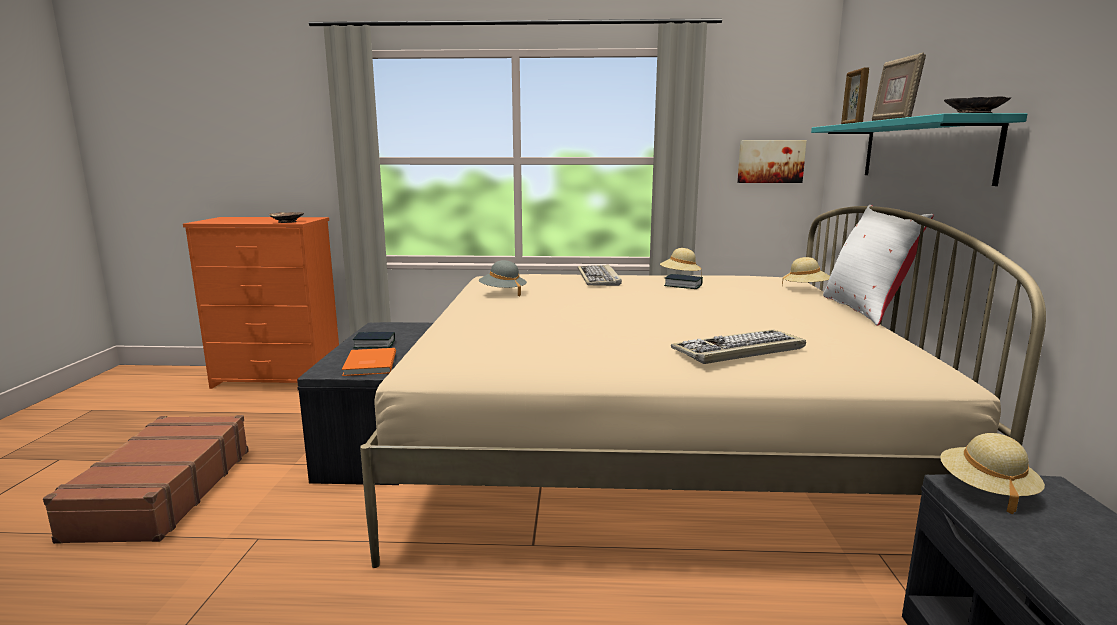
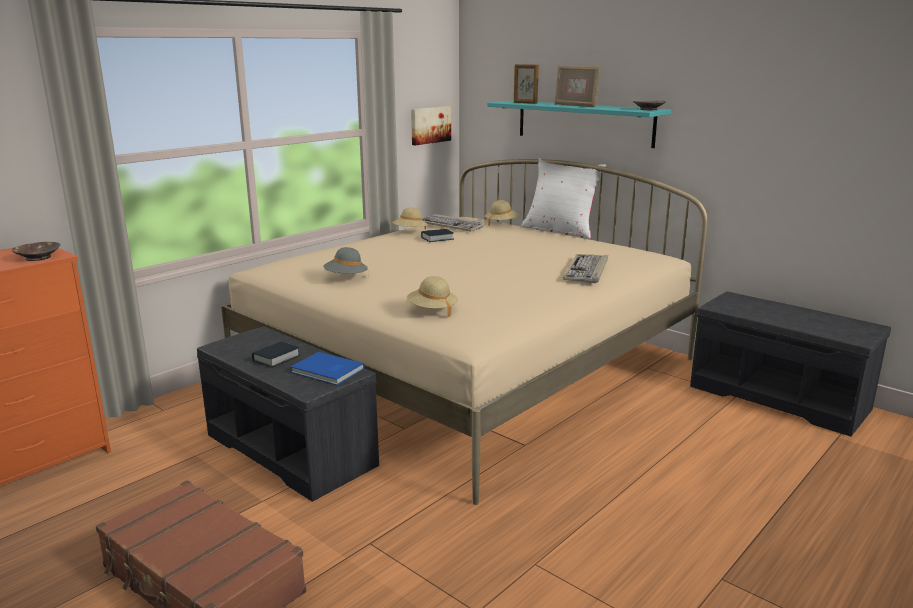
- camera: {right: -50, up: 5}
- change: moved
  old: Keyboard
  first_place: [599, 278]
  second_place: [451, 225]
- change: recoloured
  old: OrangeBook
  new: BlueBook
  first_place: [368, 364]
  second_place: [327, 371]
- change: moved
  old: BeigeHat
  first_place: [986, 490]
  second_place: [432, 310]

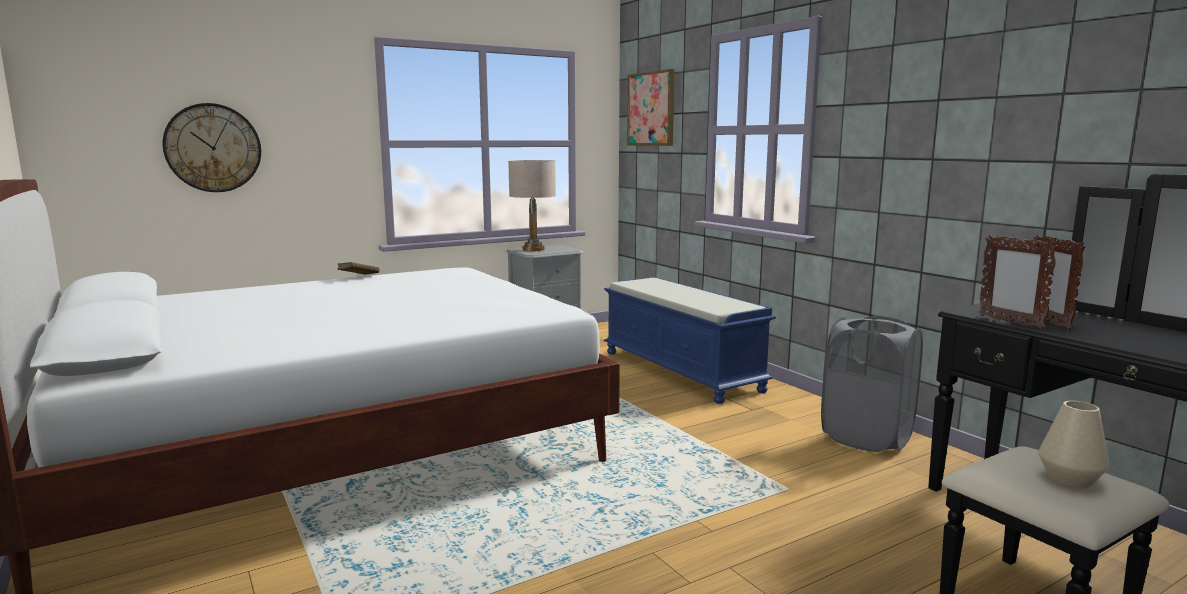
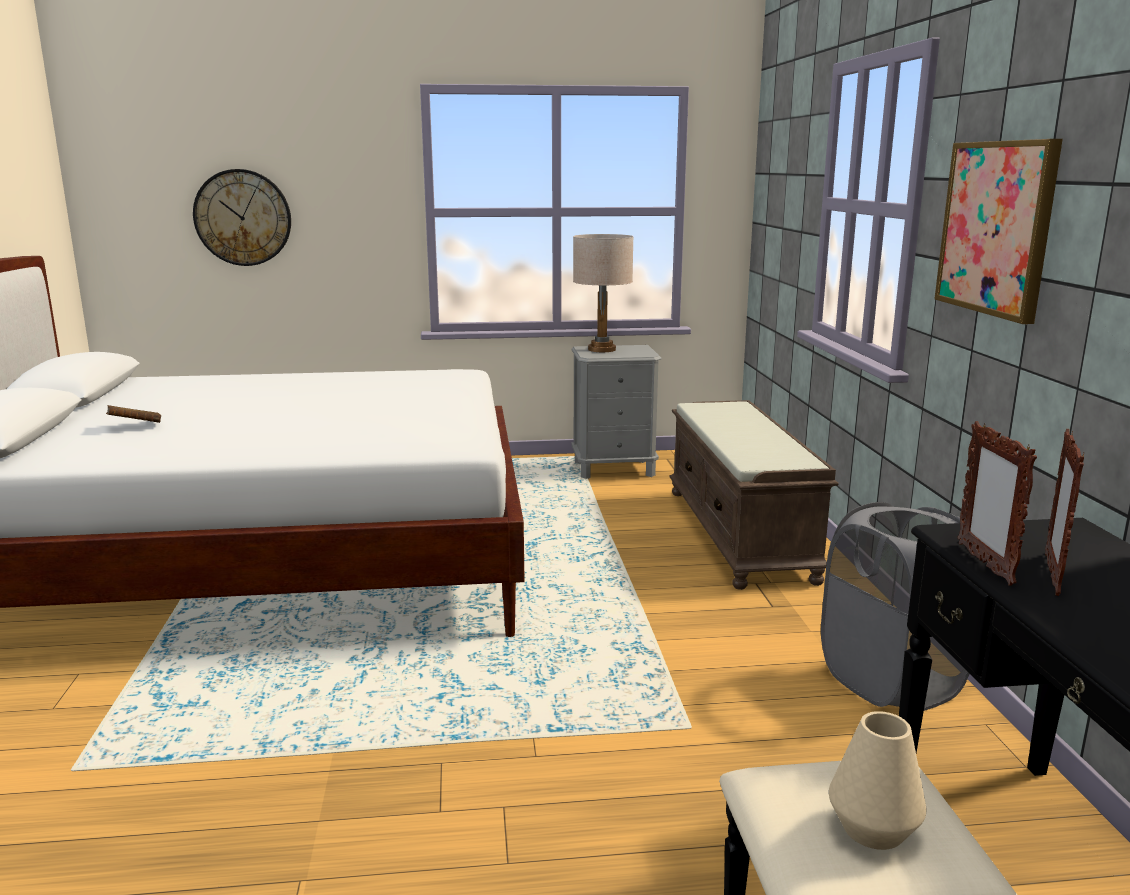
- camera: {right: 25, up: 5}
- change: moved
  old: Picture
  first_place: [651, 109]
  second_place: [997, 228]
- change: moved
  old: BrownBook
  first_place: [358, 277]
  second_place: [135, 427]
- change: recoloured
  old: BlueBench
  new: BrownBench
  first_place: [682, 371]
  second_place: [741, 534]

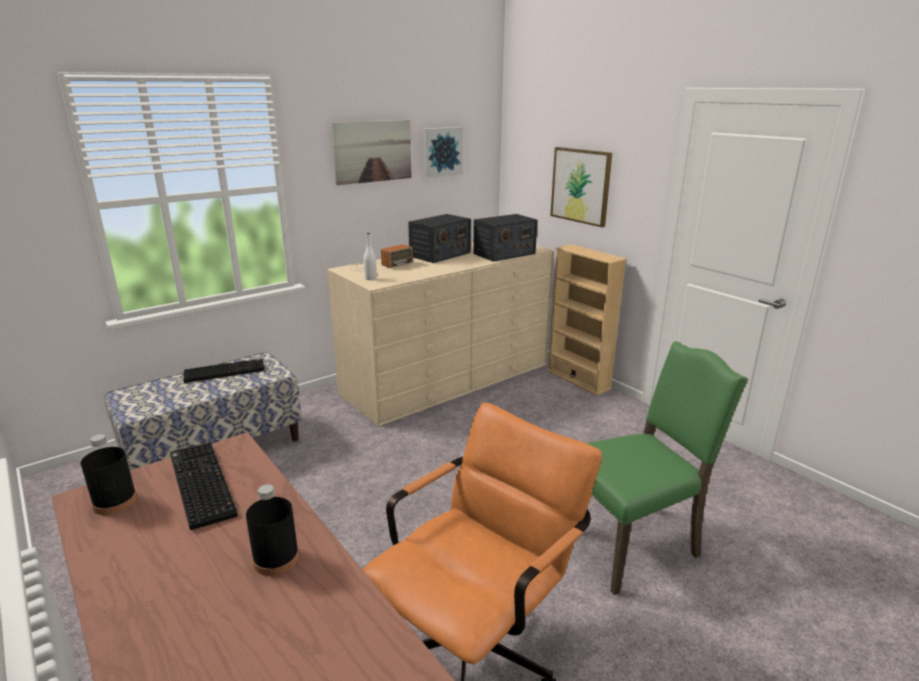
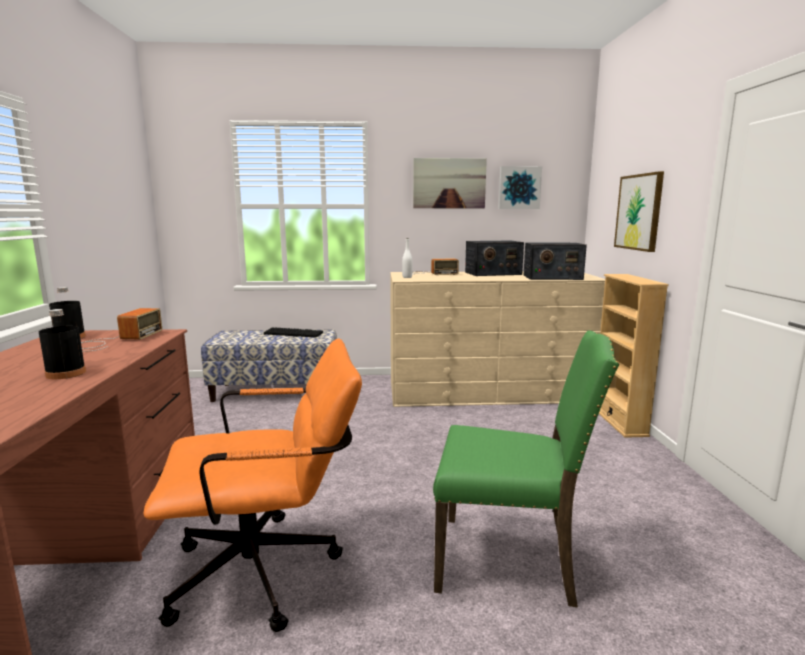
- camera: {right: 35, up: -10}
- change: replaced
  old: Keyboard
  new: Radio
  first_place: [199, 484]
  second_place: [114, 340]

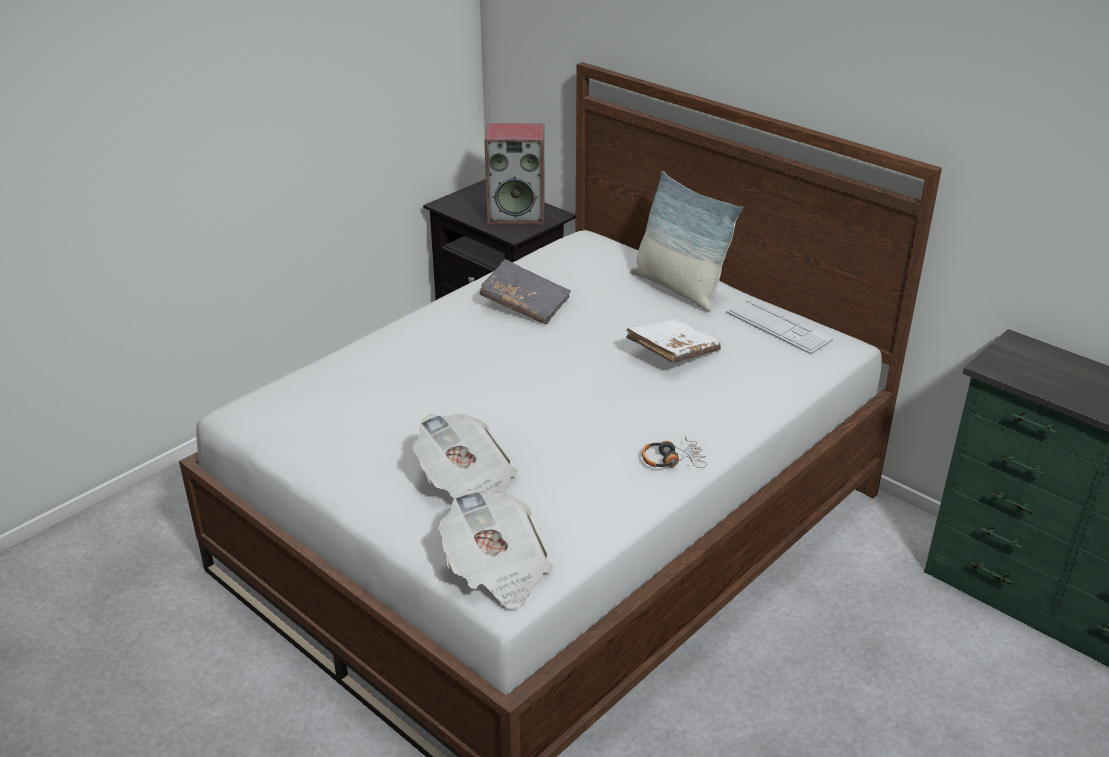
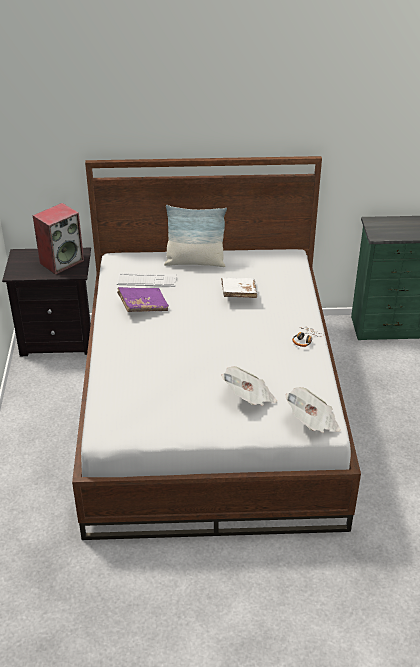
- camera: {right: -45, up: 5}
- change: recoloured
  old: GreyBook
  new: PurpleBook
  first_place: [525, 304]
  second_place: [143, 306]
- change: moved
  old: Keyboard
  first_place: [778, 327]
  second_place: [146, 280]

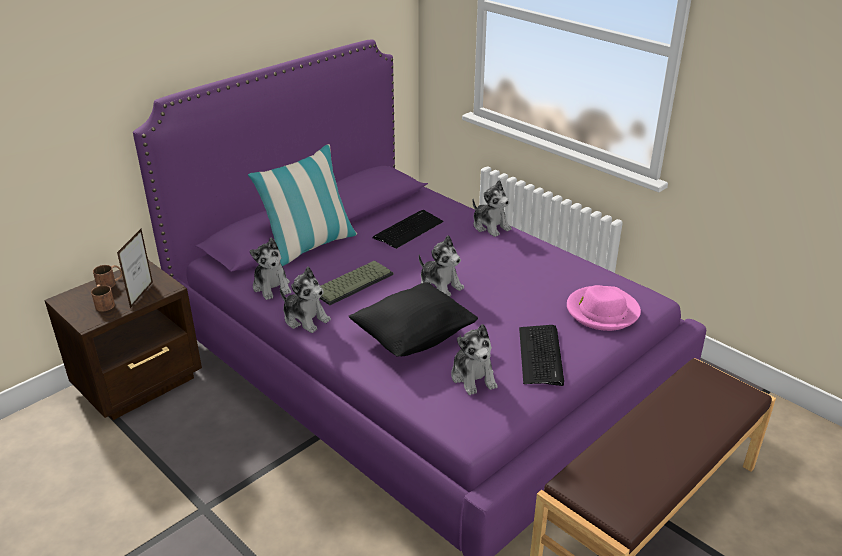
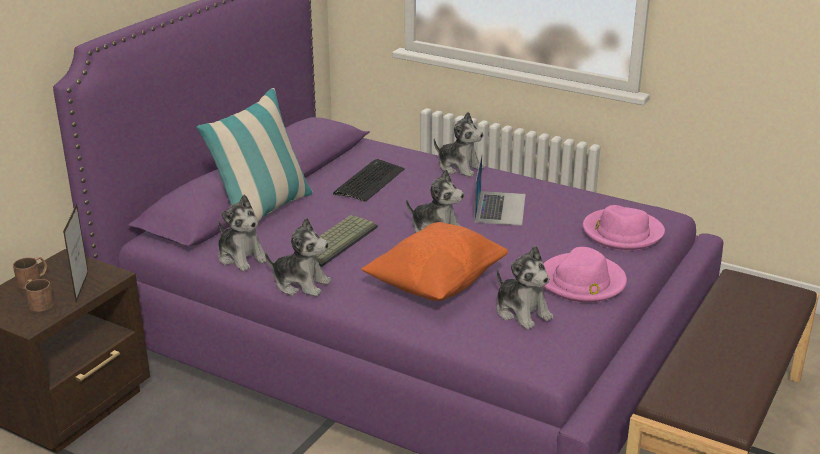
- camera: {right: -15, up: -5}
- change: recoloured
  old: BlackPillow
  new: OrangePillow
  first_place: [414, 338]
  second_place: [436, 285]
- change: replaced
  old: Keyboard
  new: PinkHat
  first_place: [541, 355]
  second_place: [581, 282]
- change: added
  new: Laptop
  second_place: [500, 207]

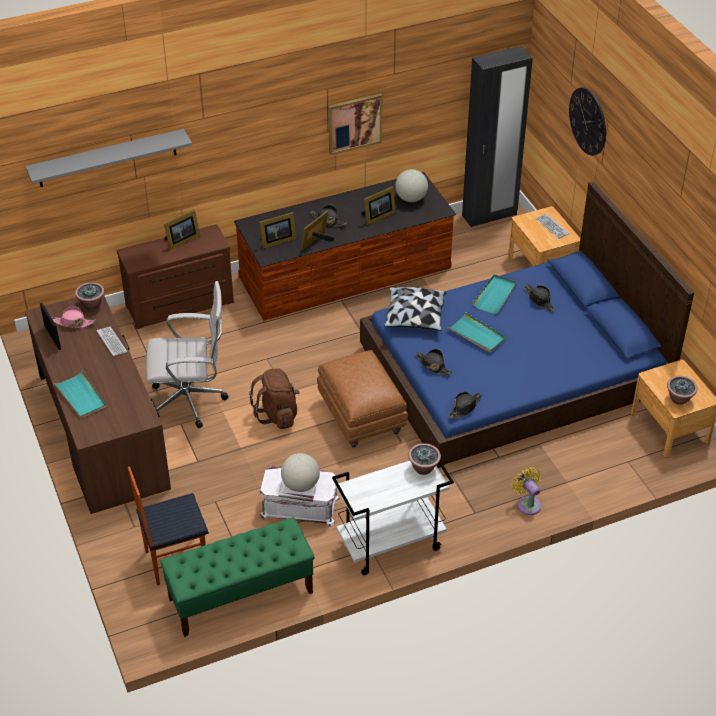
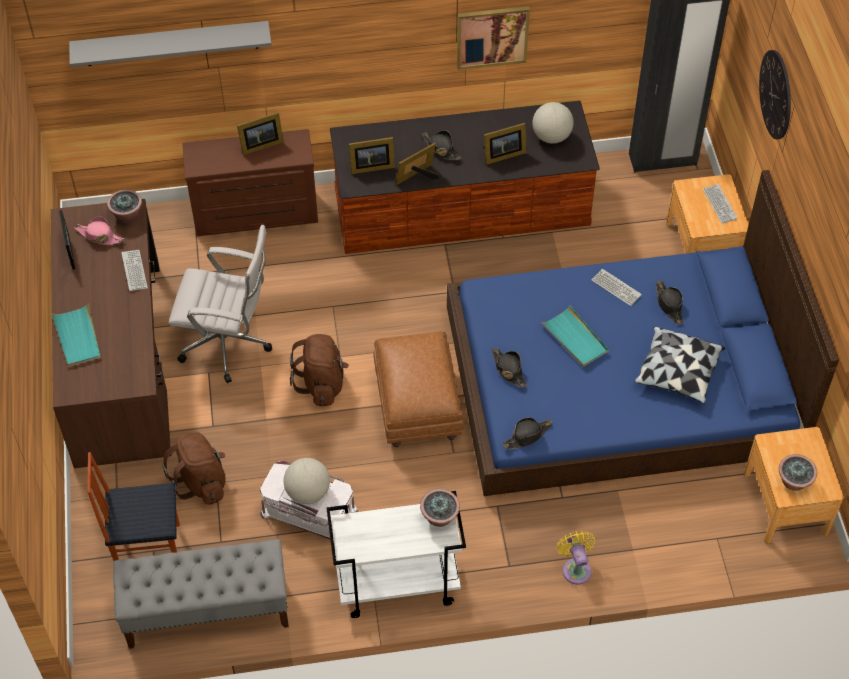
- camera: {right: 15, up: 10}
- change: replaced
  old: TurquoiseTray
  new: Keyboard
  first_place: [495, 295]
  second_place: [616, 288]
- change: moved
  old: Pillow
  first_place: [415, 317]
  second_place: [678, 373]
- change: recoloured
  old: GreenBench
  new: GreyBench
  first_place: [240, 596]
  second_place: [206, 611]
- change: added
  new: BrownBackpack
  second_place: [201, 482]

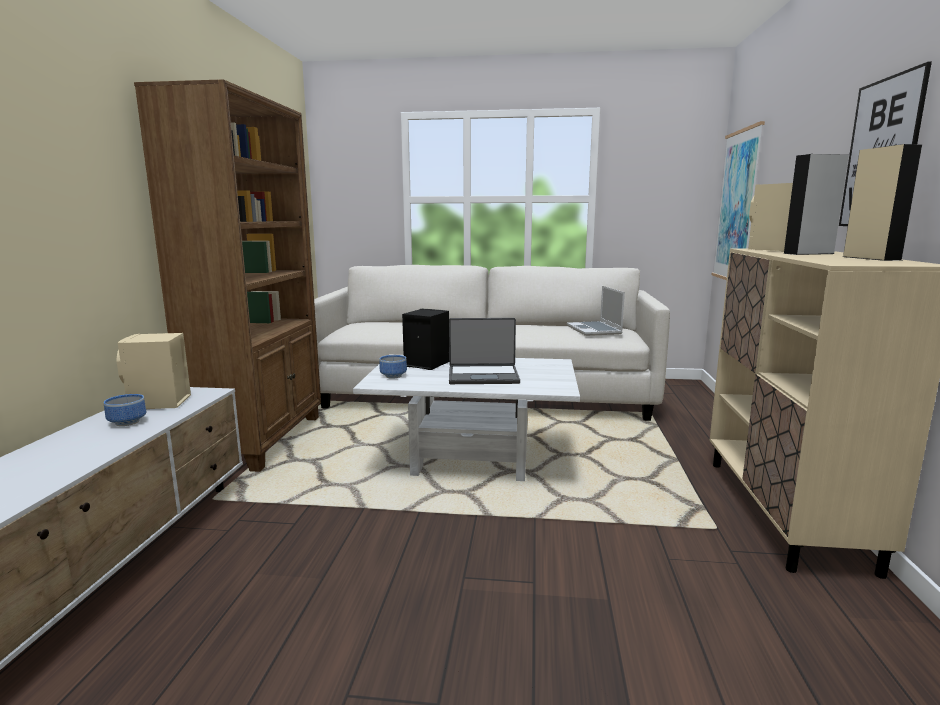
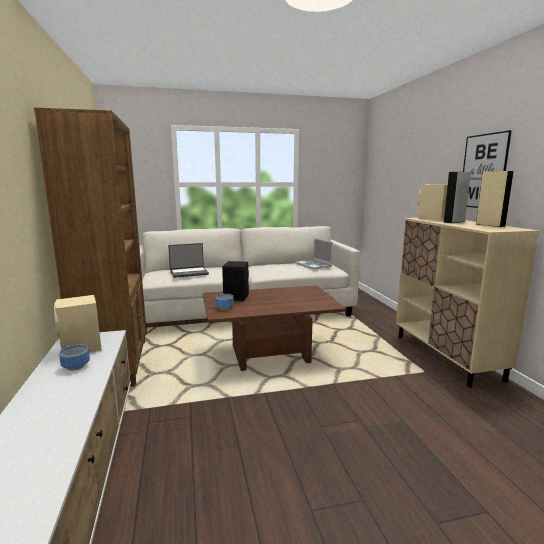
- camera: {right: -20, up: 0}
- change: removed
  old: Picture
  first_place: [737, 206]
- change: moved
  old: Laptop
  first_place: [483, 376]
  second_place: [189, 273]
- change: recoloured
  old: WhiteCoffeeTable
  new: BrownCoffeeTable
  first_place: [472, 459]
  second_place: [270, 354]

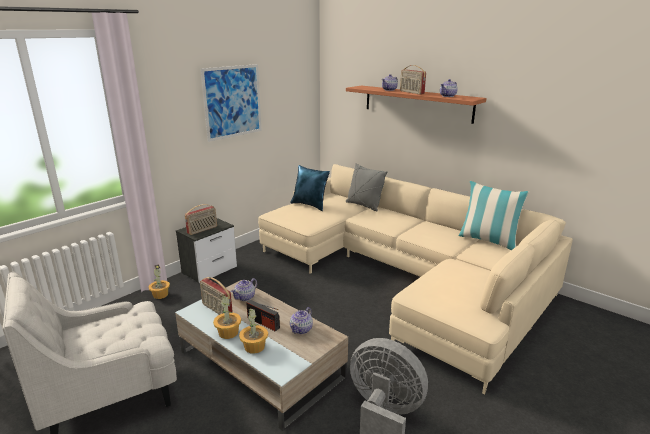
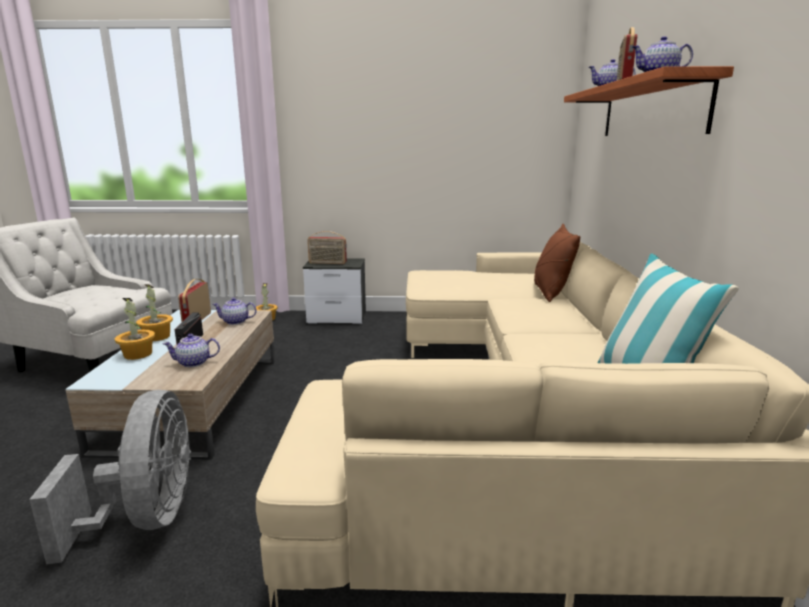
- camera: {right: 50, up: -5}
- change: removed
  old: Picture
  first_place: [232, 102]
- change: recoloured
  old: GreyPillow
  new: BrownPillow
  first_place: [364, 205]
  second_place: [550, 293]
- change: removed
  old: BluePillow
  first_place: [310, 205]

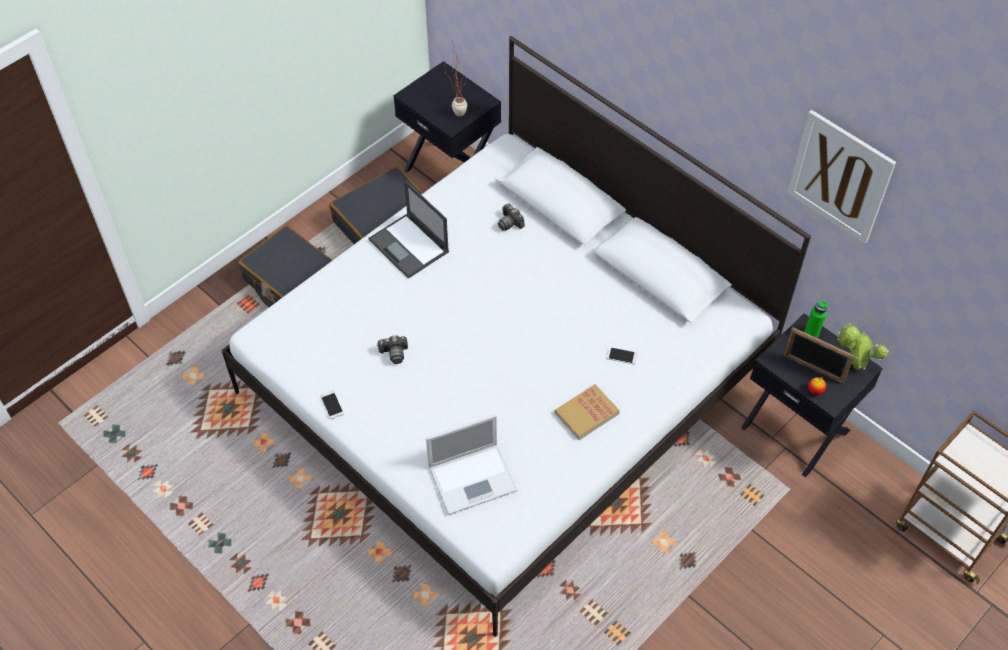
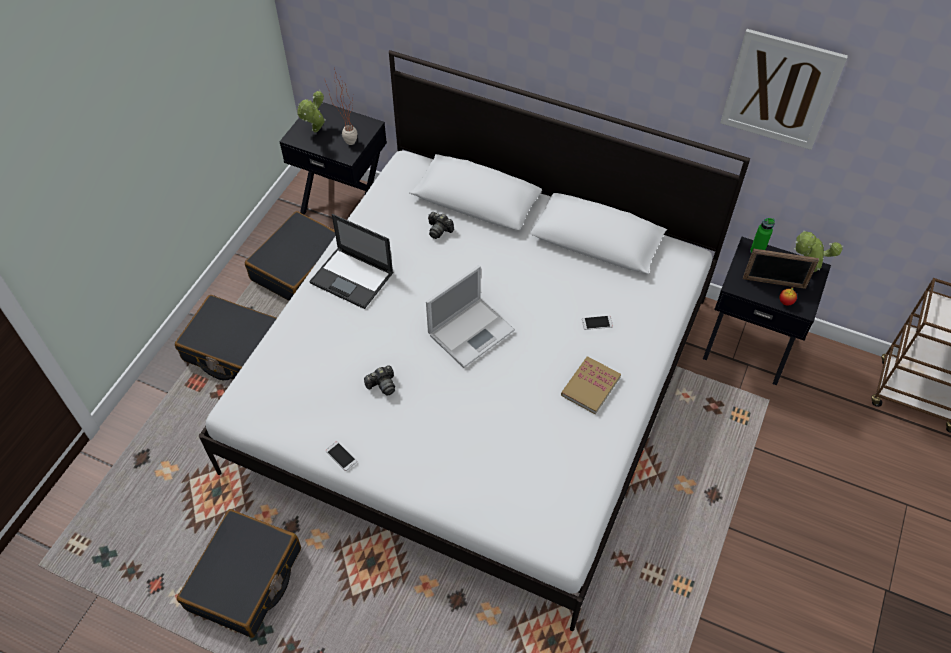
- camera: {right: -20, up: 0}
- change: moved
  old: Laptop
  first_place: [474, 478]
  second_place: [472, 331]
- change: added
  new: PottedPlant
  second_place: [315, 132]
- change: added
  new: BlackSuitcase
  second_place: [245, 579]

